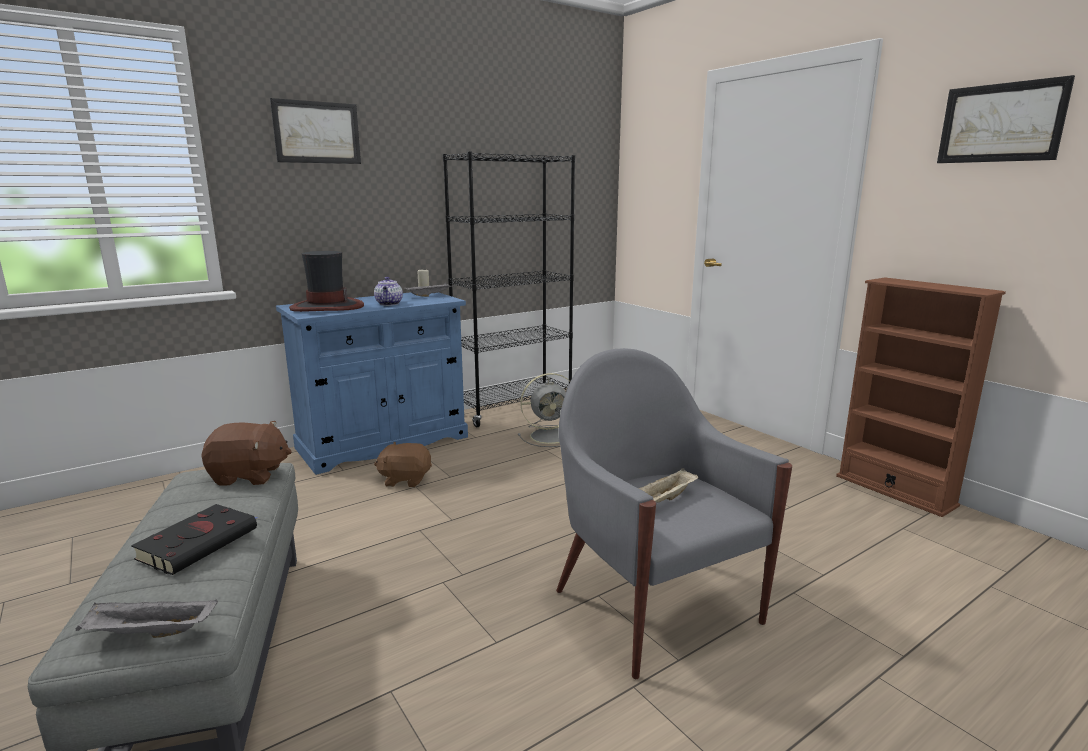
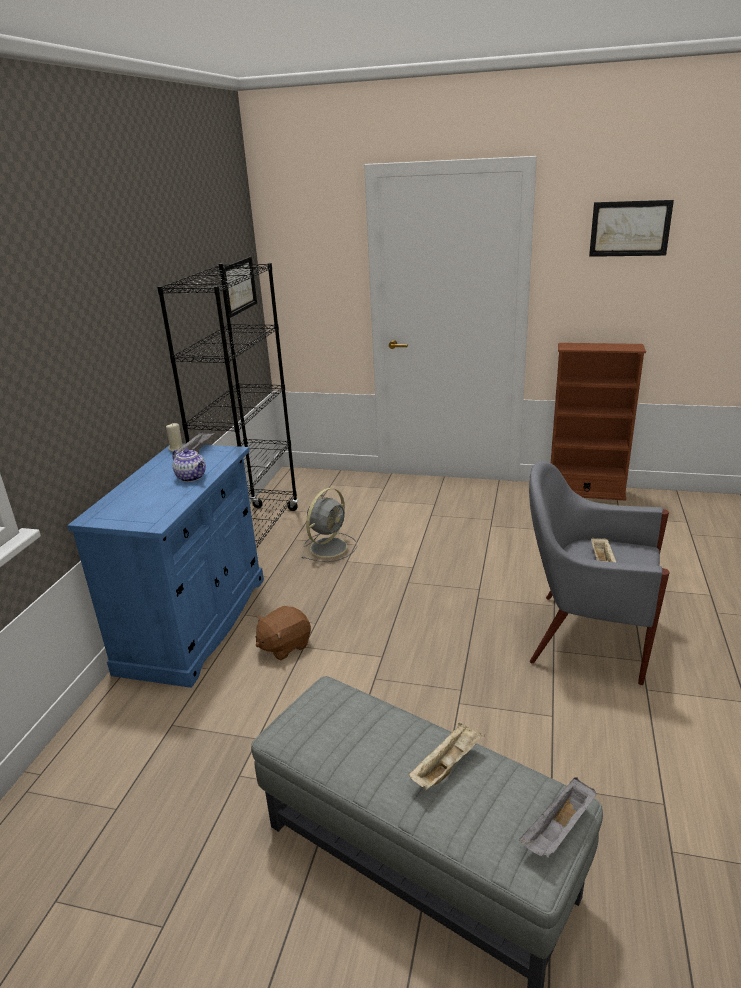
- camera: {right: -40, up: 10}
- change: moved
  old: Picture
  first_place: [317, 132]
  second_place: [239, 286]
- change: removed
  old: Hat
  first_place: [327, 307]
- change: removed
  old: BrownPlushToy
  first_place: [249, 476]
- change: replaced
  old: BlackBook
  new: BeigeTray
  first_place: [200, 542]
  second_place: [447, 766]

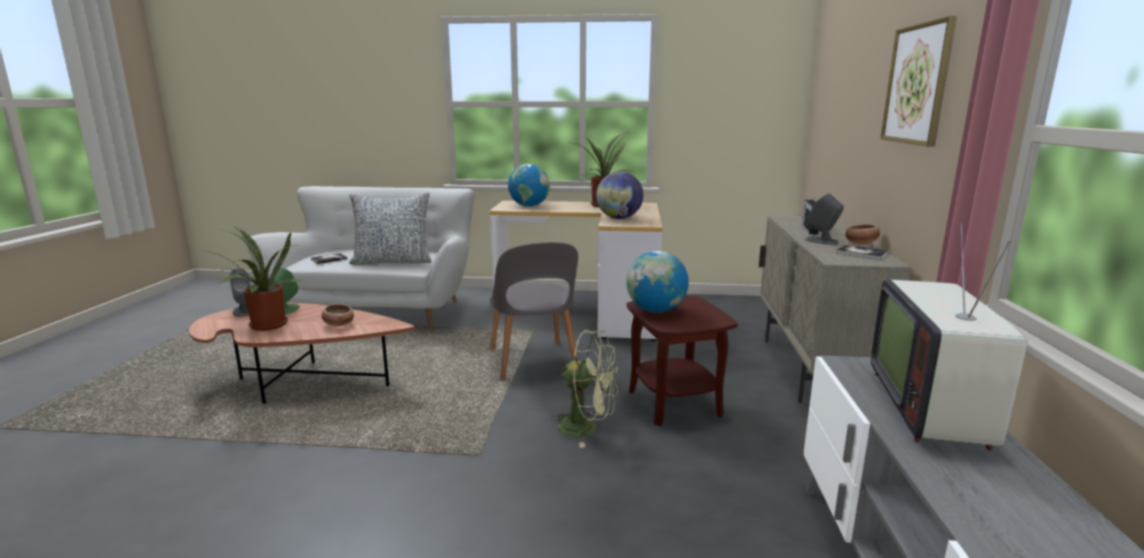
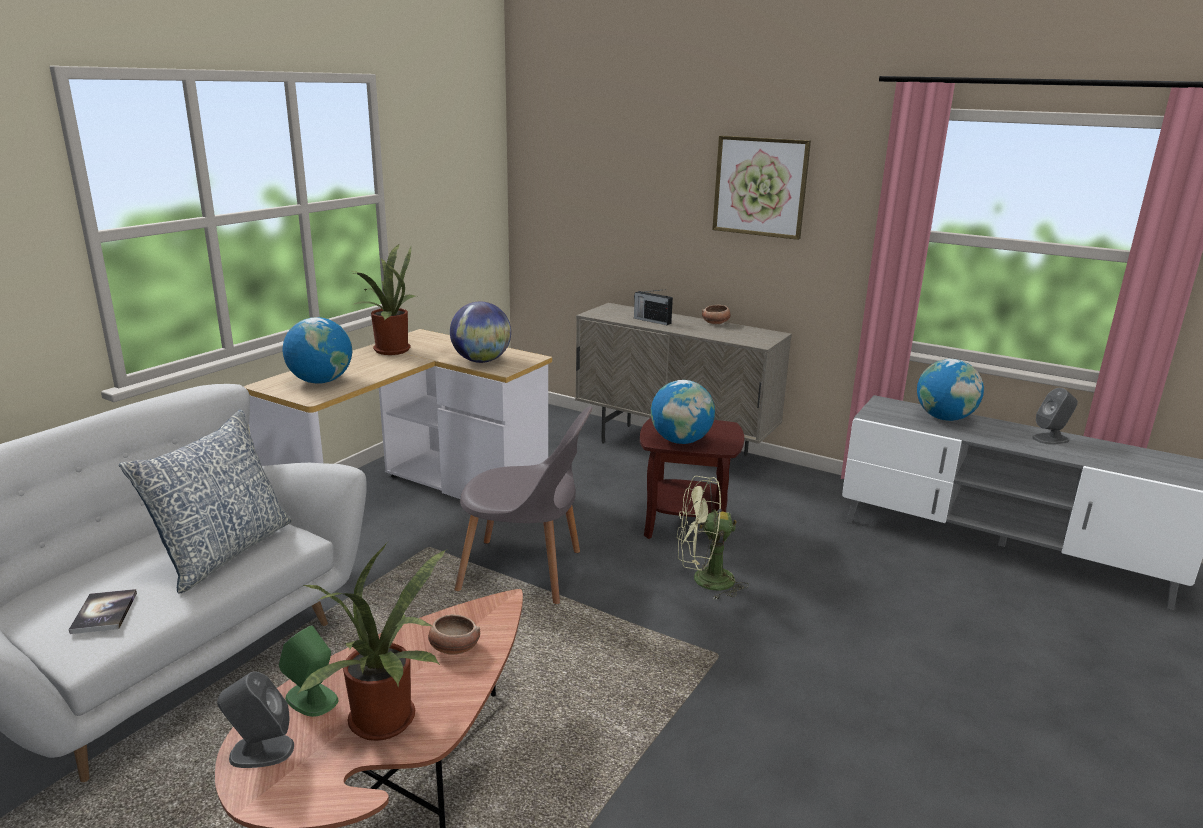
- camera: {right: -65, up: 5}
- change: moved
  old: GreySpeaker
  first_place: [822, 241]
  second_place: [1051, 439]
- change: replaced
  old: Television
  new: Globe
  first_place: [934, 407]
  second_place: [944, 418]
- change: removed
  old: Book
  first_place: [861, 253]
- change: turned
  old: GreenFan
  first_place: [587, 428]
  second_place: [704, 581]
  degrees: -135

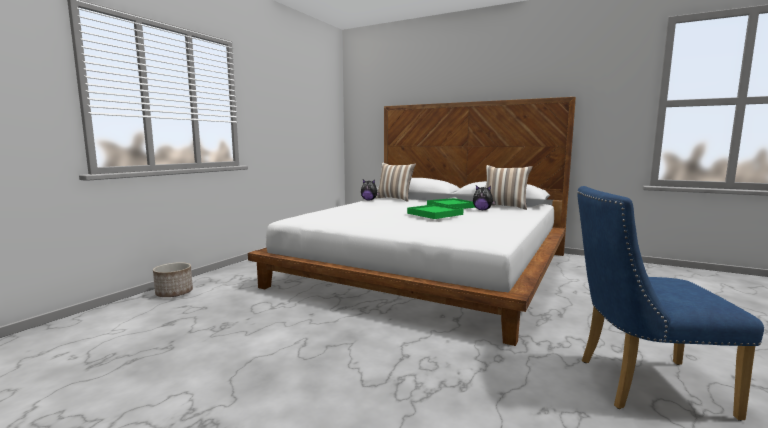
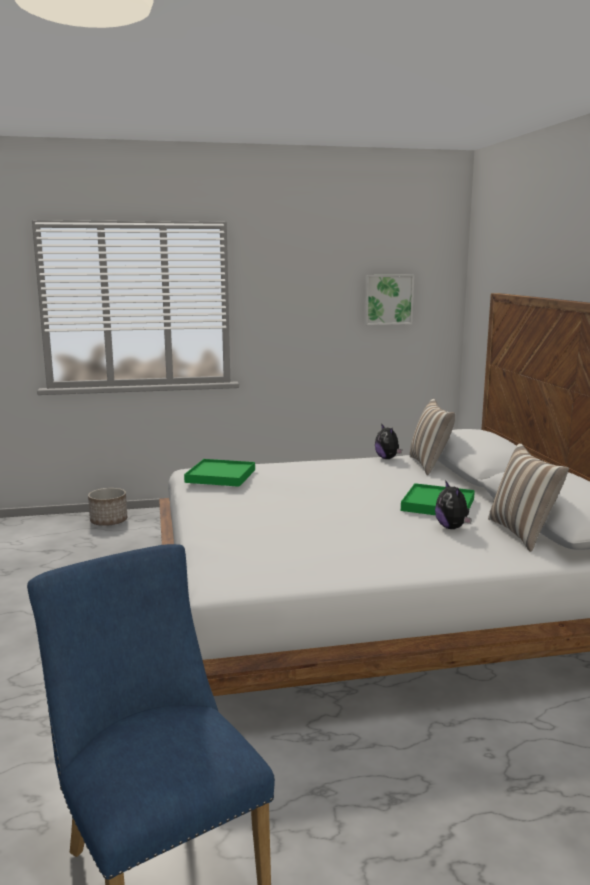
- camera: {right: 50, up: 5}
- change: moved
  old: GreenTray
  first_place: [435, 214]
  second_place: [220, 476]
- change: added
  new: Picture
  second_place: [388, 299]

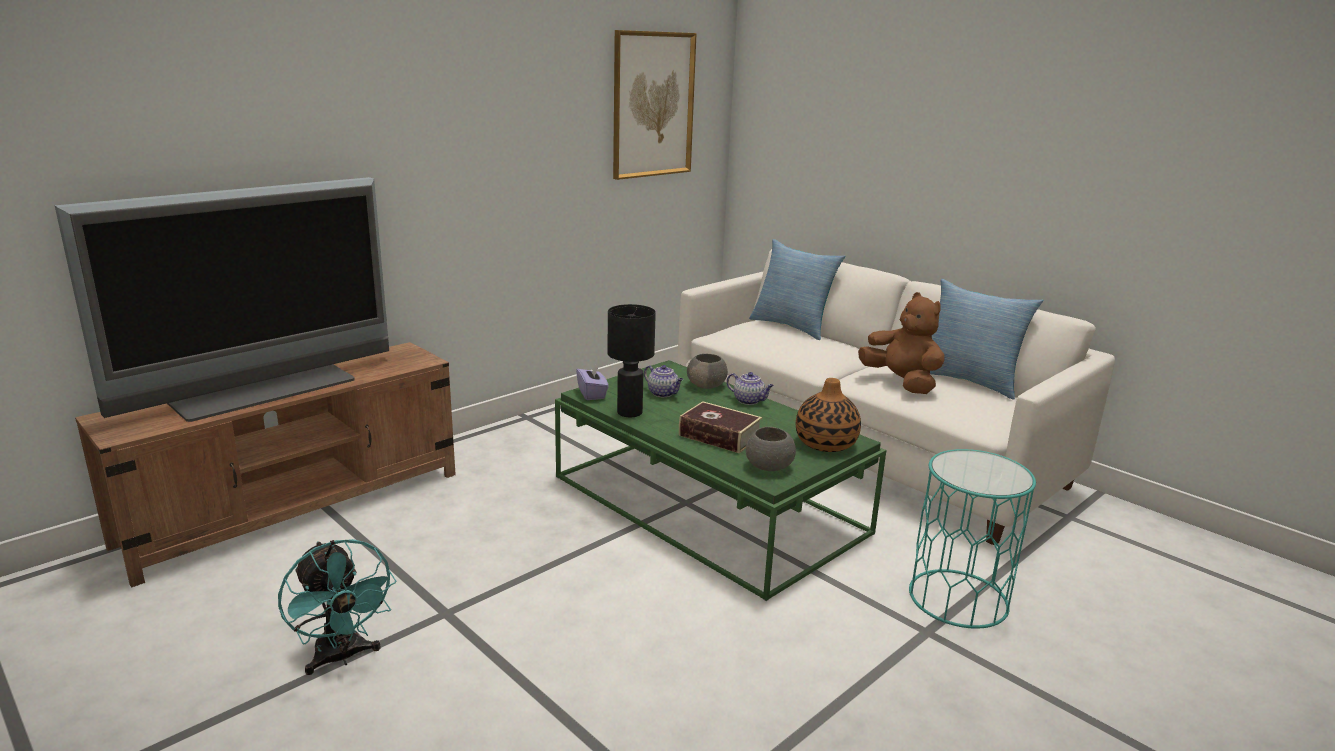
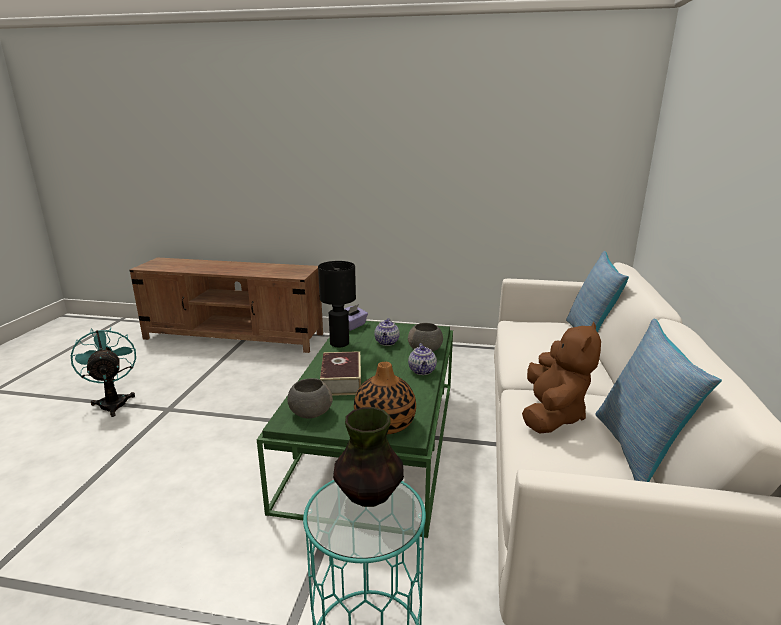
- camera: {right: 55, up: 0}
- change: removed
  old: Picture
  first_place: [652, 105]
- change: removed
  old: Television
  first_place: [263, 389]
- change: turned
  old: TurquoiseFan
  first_place: [342, 657]
  second_place: [113, 402]
  degrees: 135
- change: added
  new: Vase
  second_place: [369, 495]

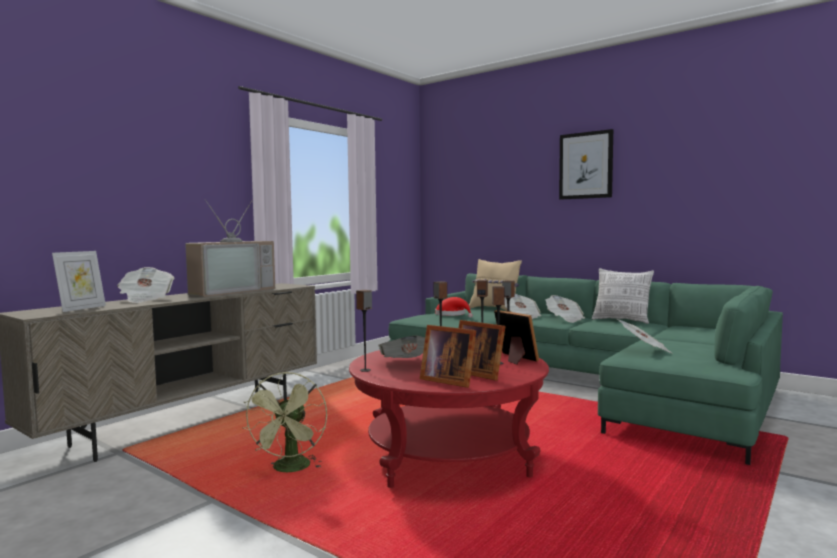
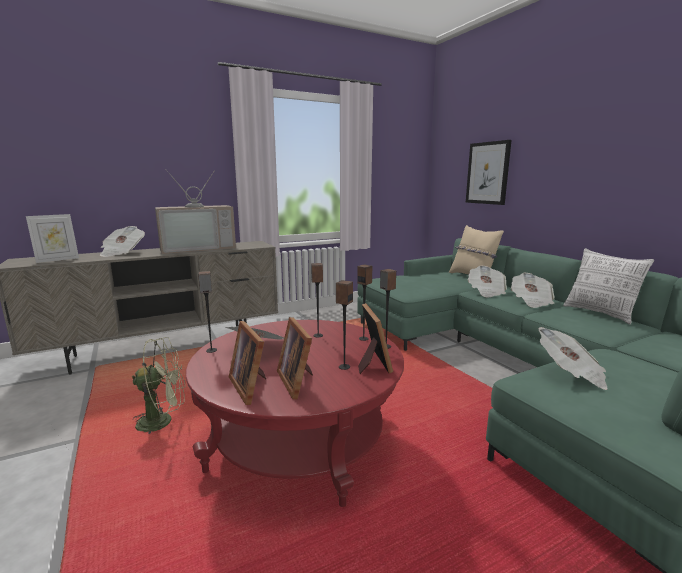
- camera: {right: 25, up: 10}
- change: moved
  old: Picture
  first_place: [586, 165]
  second_place: [488, 173]
- change: removed
  old: RedHat
  first_place: [452, 315]
- change: turned
  old: GreenFan
  first_place: [290, 470]
  second_place: [163, 421]
  degrees: -135

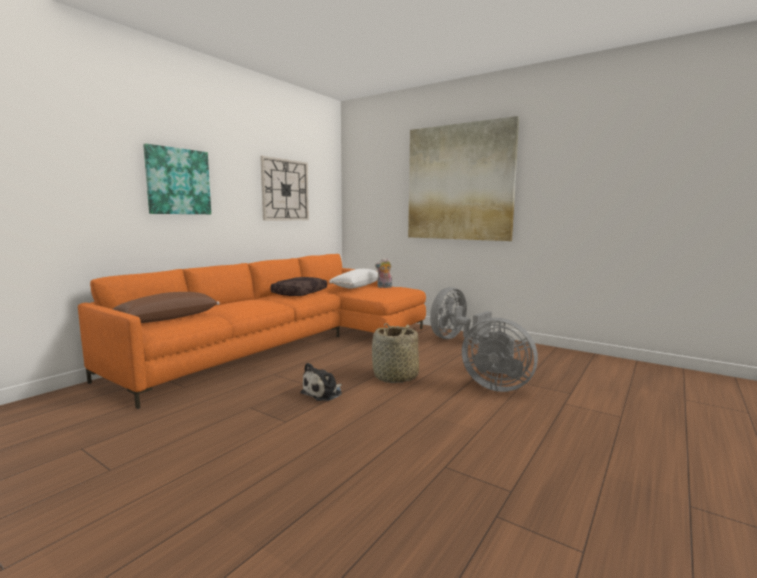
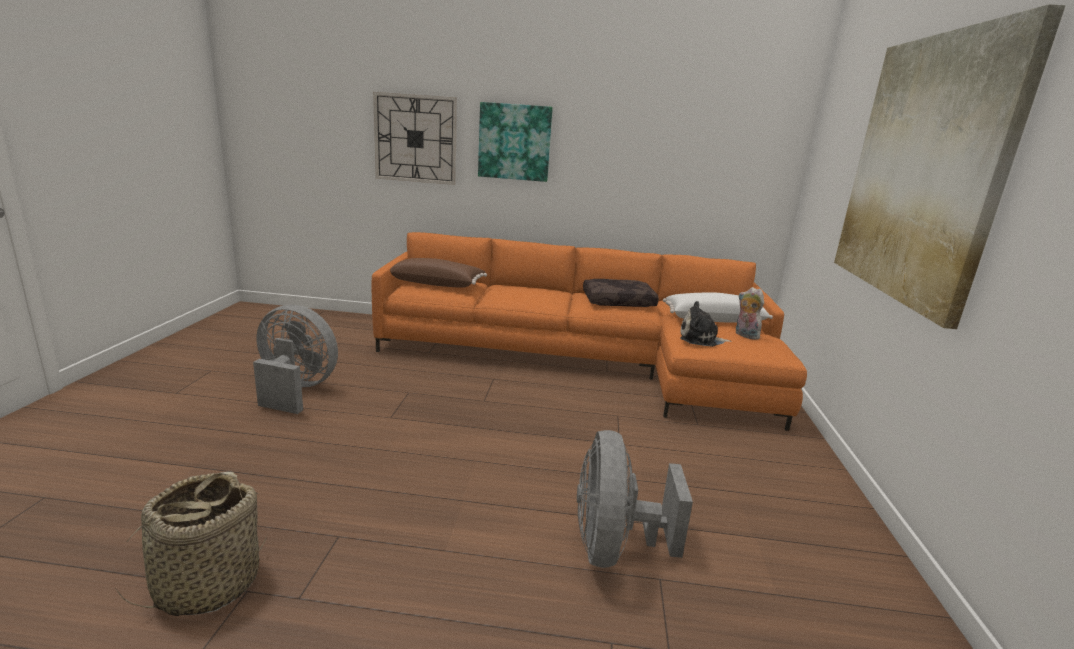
- camera: {right: 60, up: 10}
- change: moved
  old: WallClock
  first_place: [285, 190]
  second_place: [415, 139]
- change: moved
  old: GreyFan
  first_place: [455, 339]
  second_place: [295, 390]
- change: moved
  old: Basket
  first_place: [395, 377]
  second_place: [207, 584]
- change: moved
  old: PlushToy
  first_place: [323, 393]
  second_place: [701, 339]

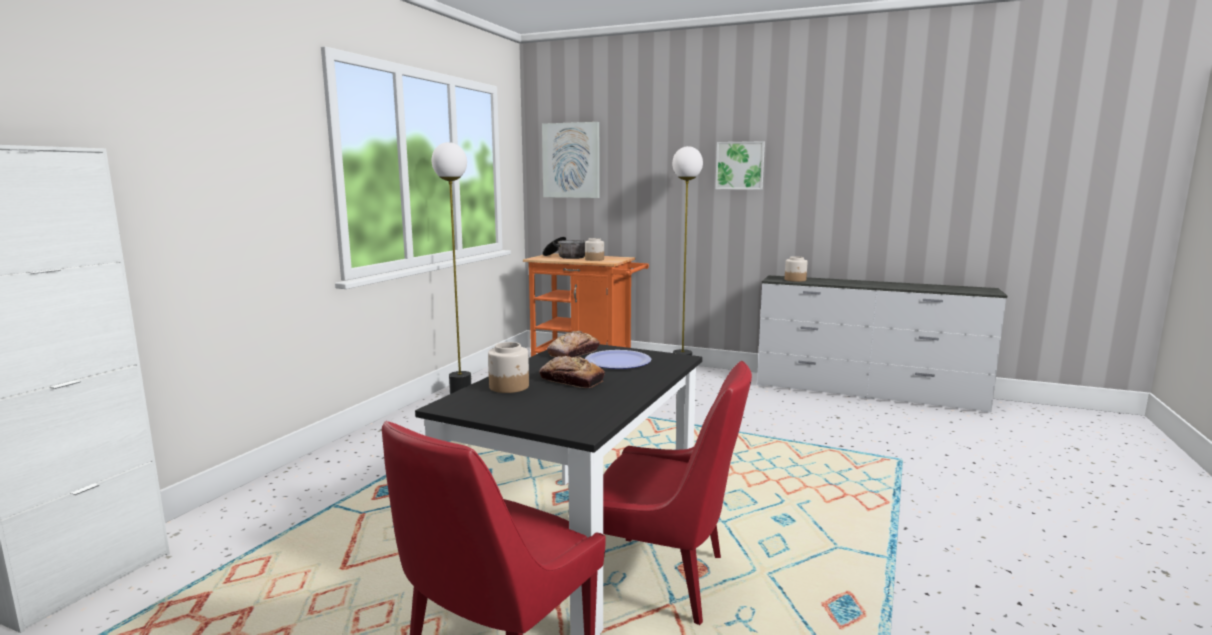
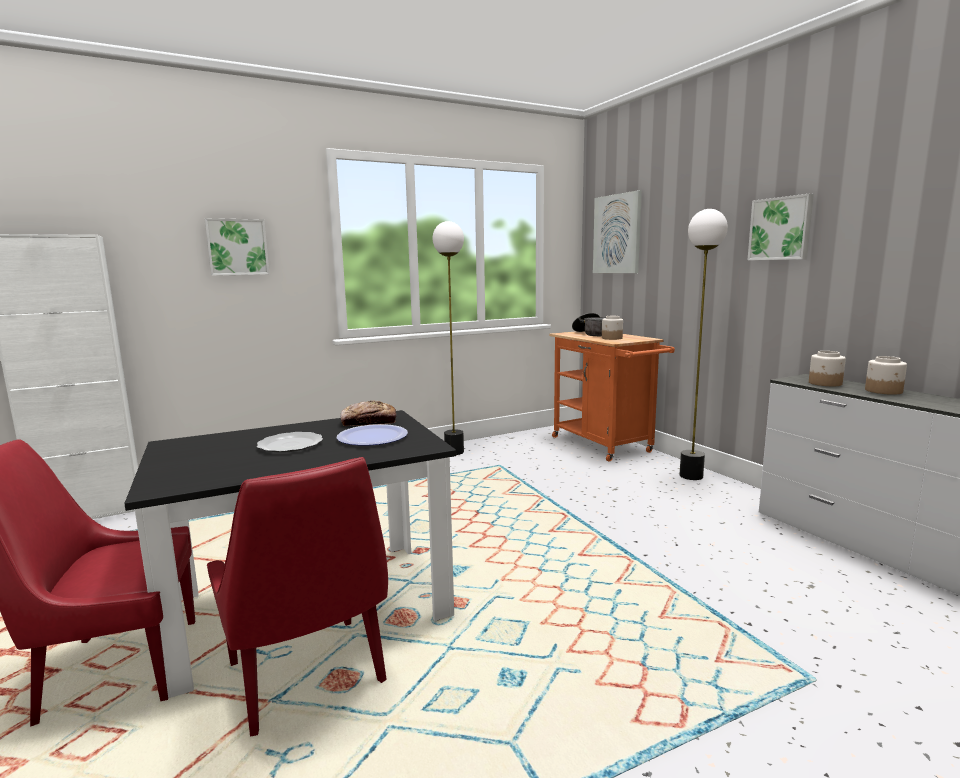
- camera: {right: 40, up: 0}
- change: moved
  old: Jar
  first_place: [509, 387]
  second_place: [884, 391]
- change: replaced
  old: Bread
  new: Plate
  first_place: [571, 380]
  second_place: [289, 445]
- change: added
  new: Picture
  second_place: [237, 247]

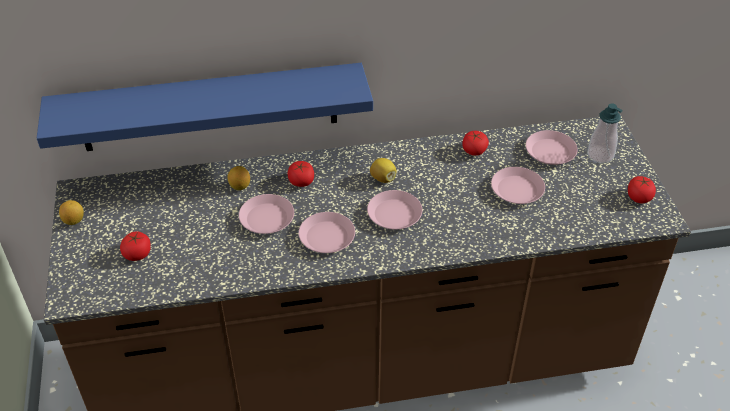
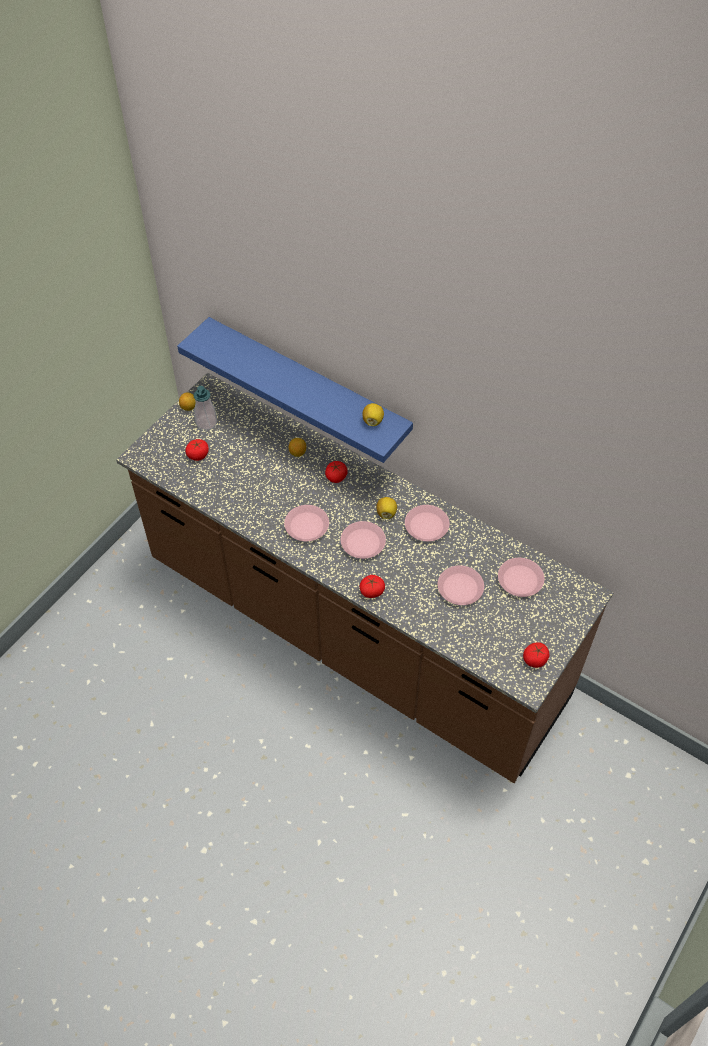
- camera: {right: 45, up: 10}
- change: moved
  old: SoapDispenser
  first_place: [600, 155]
  second_place: [206, 422]
- change: moved
  old: Tomato
  first_place: [474, 150]
  second_place: [372, 591]
- change: moved
  old: PinkPlate
  first_place: [267, 218]
  second_place: [427, 526]
- change: added
  new: Lemon
  second_place: [373, 421]

